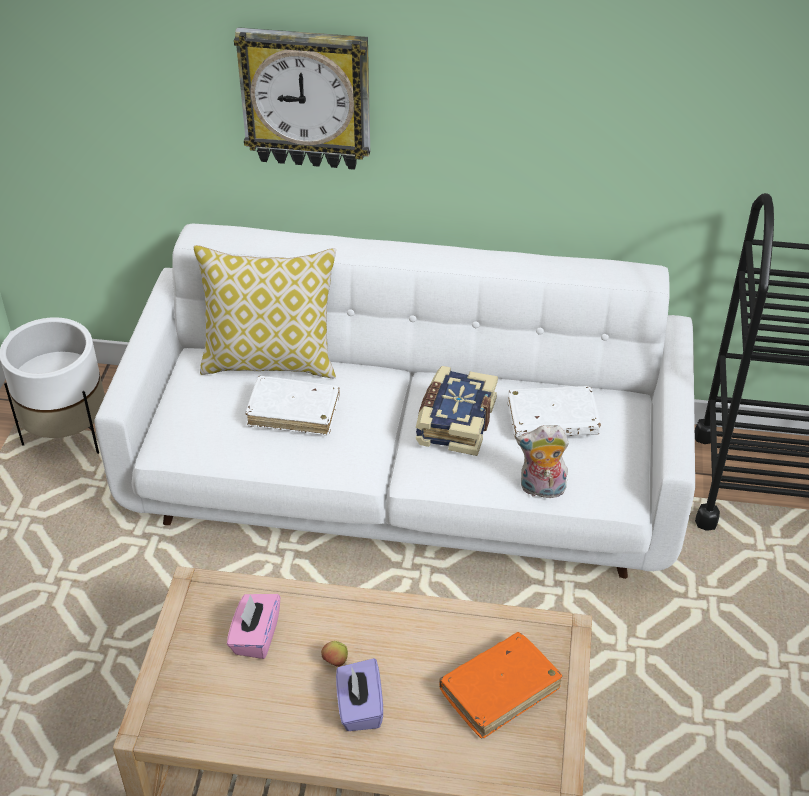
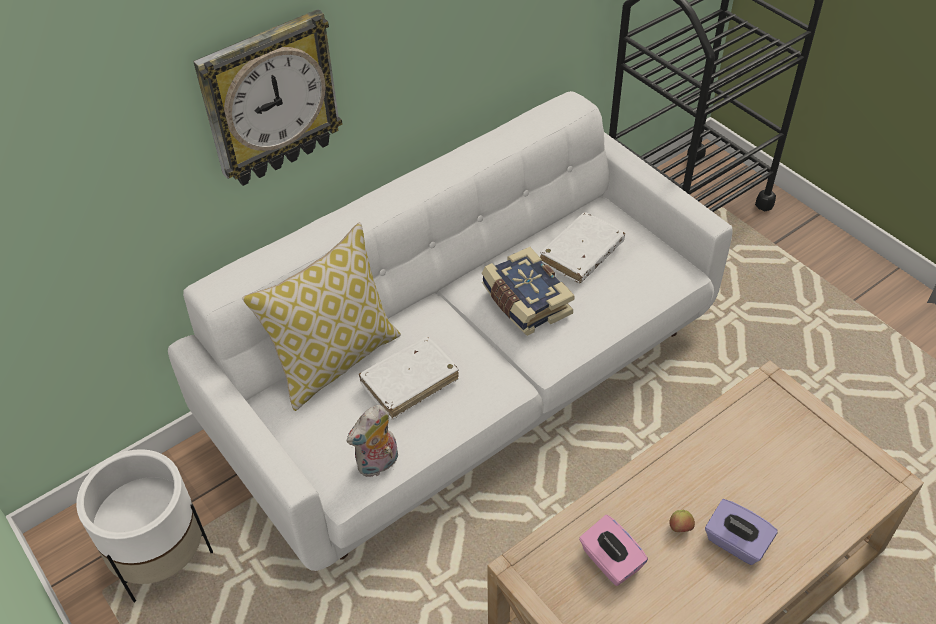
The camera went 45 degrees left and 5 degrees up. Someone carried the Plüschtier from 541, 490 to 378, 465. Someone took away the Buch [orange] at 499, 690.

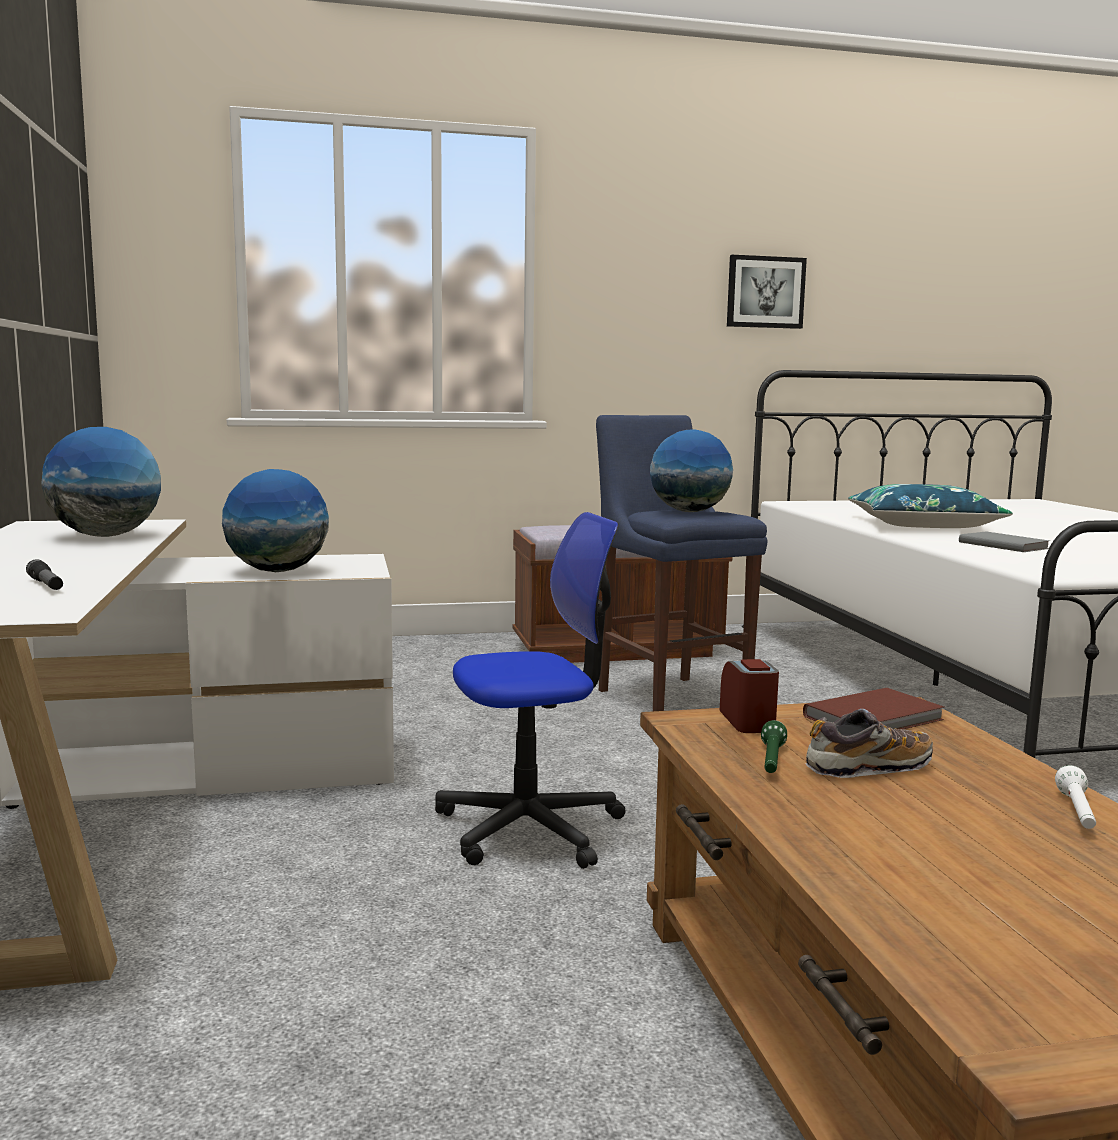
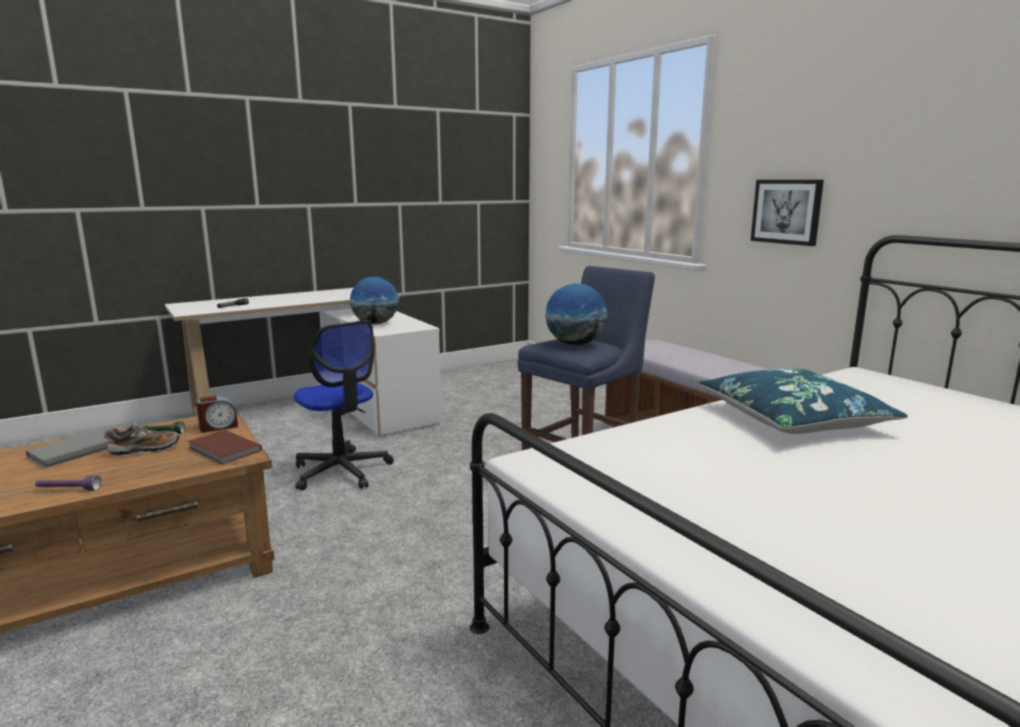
The camera went 70 degrees right and 5 degrees up. Someone carried the Buch [grau] from 1003, 545 to 74, 452. Someone repainted the Taschenlampe [weiß] at 1077, 813, which became the Taschenlampe [lila] at 68, 490. Someone rotated the Schuh at 867, 768 by 75 degrees counterclockwise. Someone carried the Bild from 765, 292 to 786, 211. Someone took away the Globus at 106, 536.

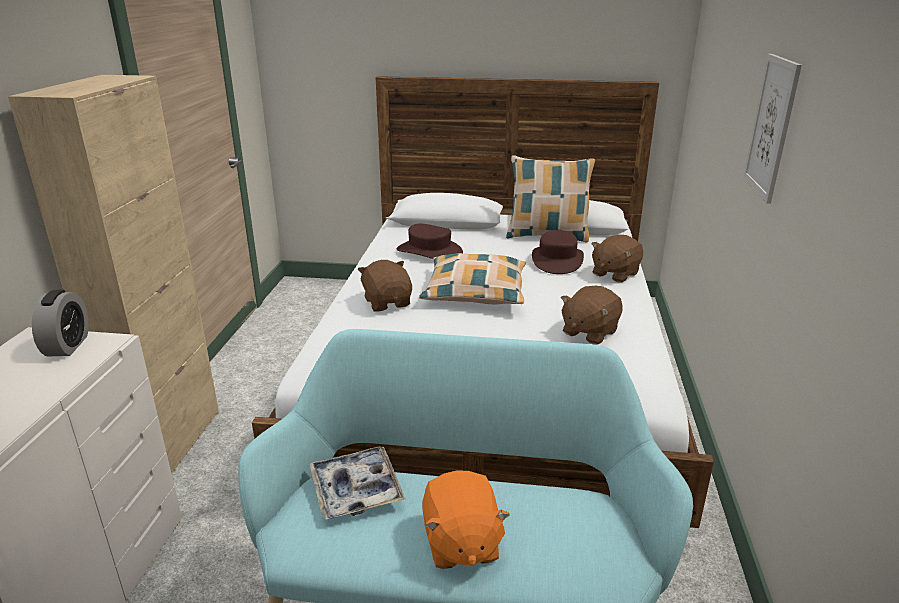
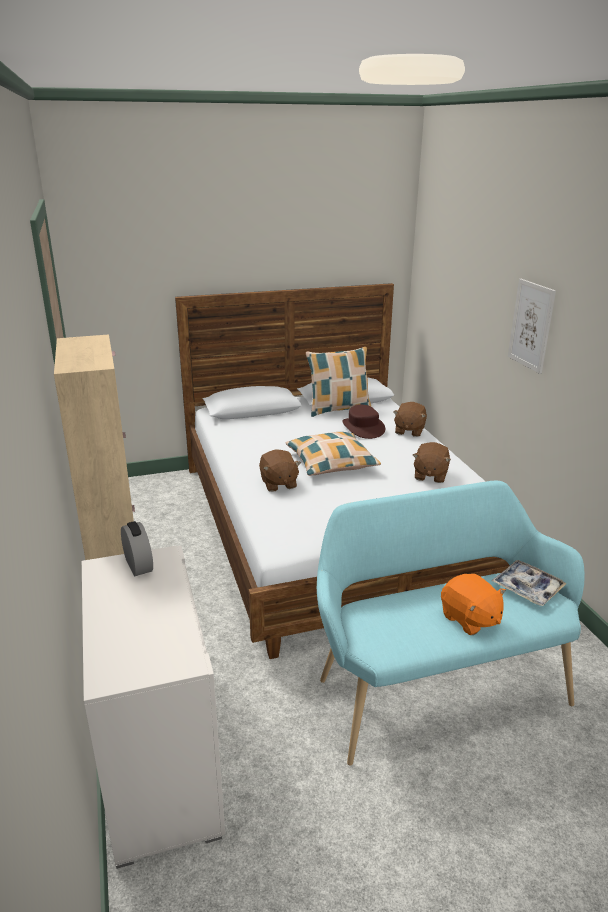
The camera went 25 degrees left and 0 degrees up. Someone rotated the Plüschtier [braun] at 387, 302 by 150 degrees counterclockwise. Someone carried the Tablett from 356, 490 to 527, 588. Someone took away the Hut [braun] at 429, 251.

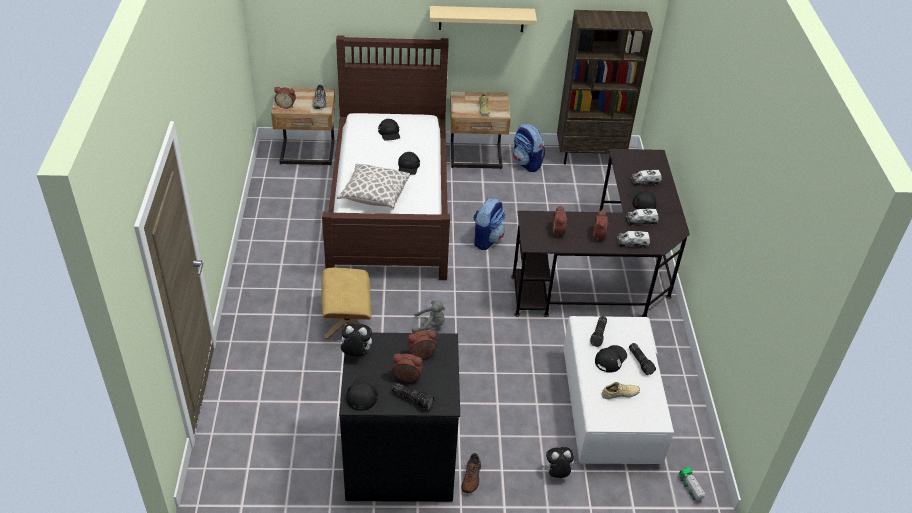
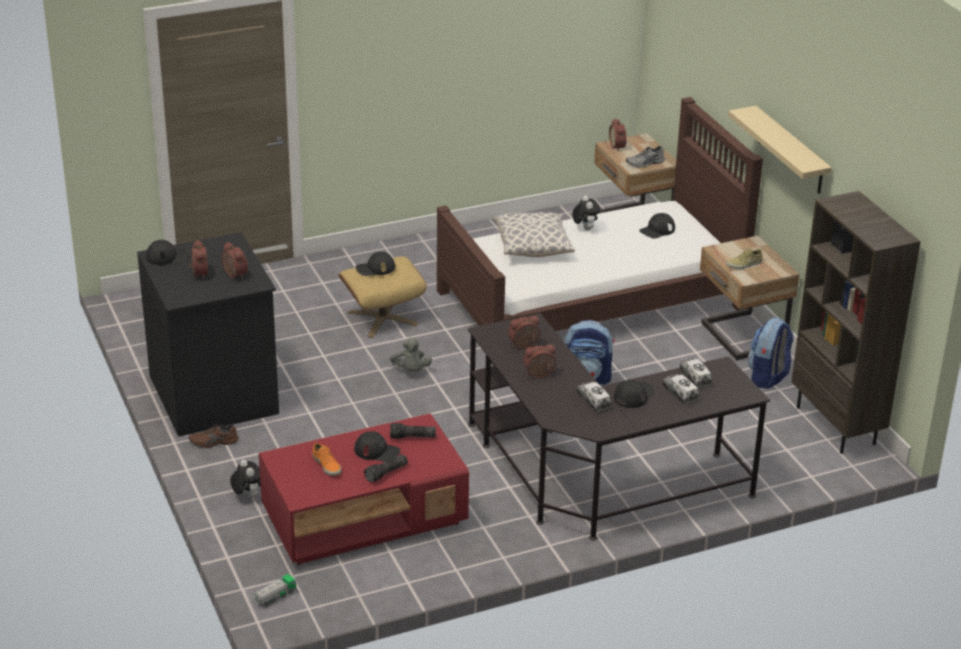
The camera went 70 degrees right and 10 degrees down. Someone repainted the Couchtisch [weiß] at 610, 407, which became the Couchtisch [rot] at 365, 518. Someone repainted the Schuh [beige] at 619, 393, which became the Schuh [orange] at 327, 465. Someone carried the Kappe [schwarz] from 408, 166 to 375, 268. Someone carried the Plüschtier from 355, 353 to 585, 228. Someone carried the Spielzeuglaster from 632, 243 to 695, 377. Someone took away the Taschenlampe at 413, 399.

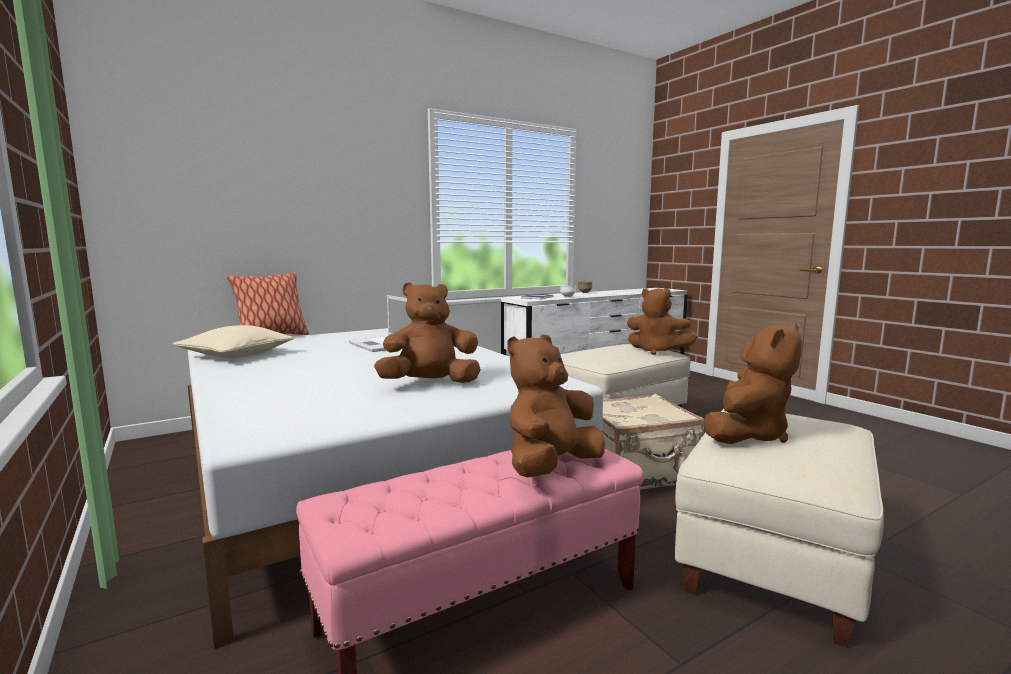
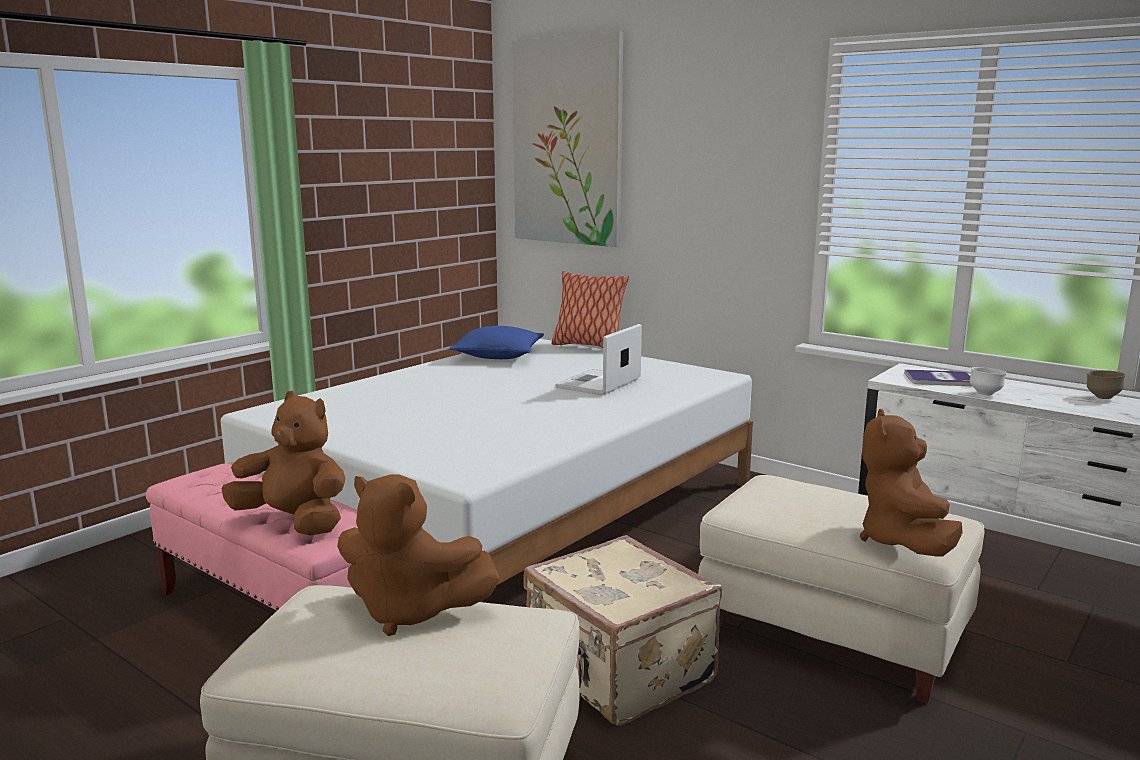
The camera went 70 degrees right and 5 degrees up. Someone repainted the Kissen [beige] at 236, 355, which became the Kissen [blau] at 498, 355. Someone put up the Bild at 567, 142. Someone took away the Plüschtier [braun] at 430, 384.

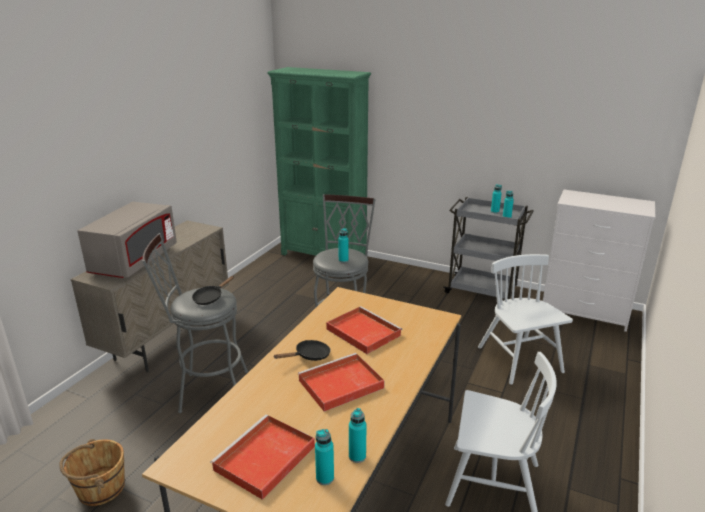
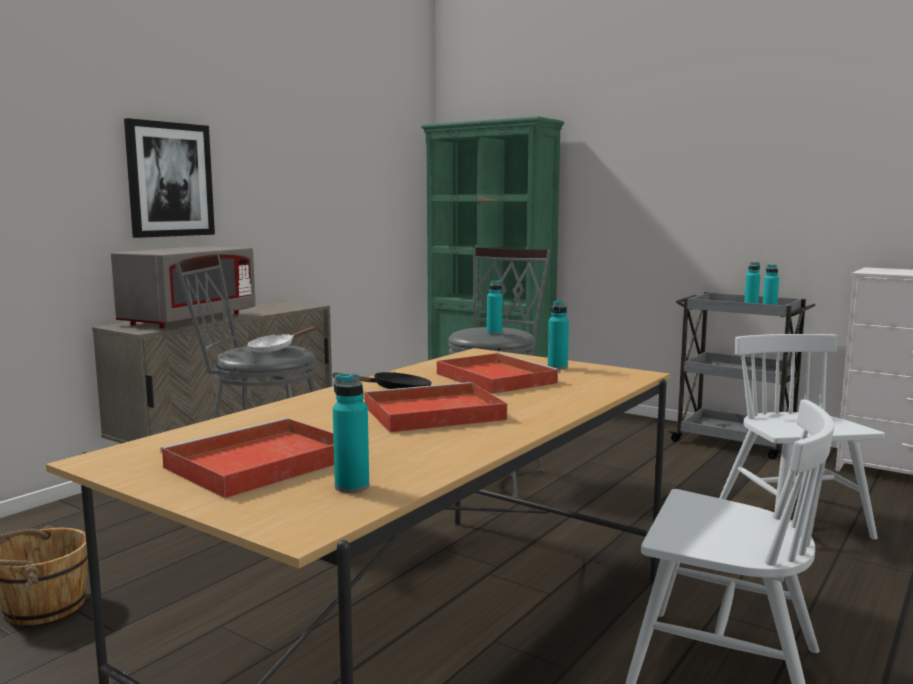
The camera went 10 degrees right and 15 degrees down. Someone put up the Bild at 170, 179. Someone repainted the Pfanne [schwarz] at 210, 298, which became the Pfanne [weiß] at 275, 349. Someone carried the Flasche [türkis] from 357, 456 to 557, 367.

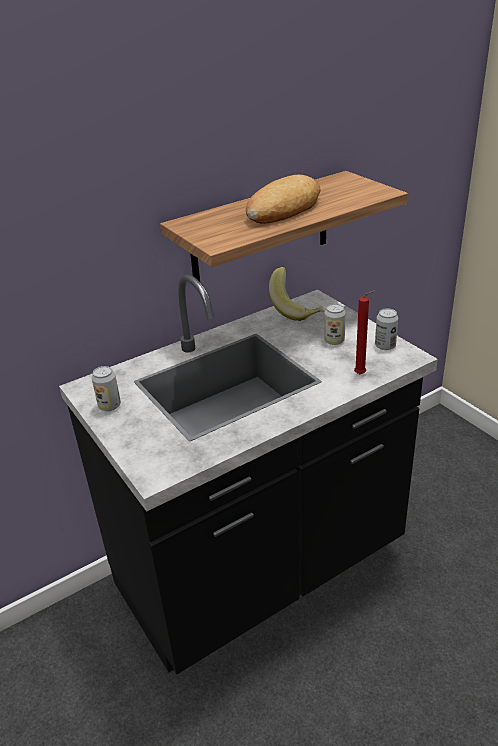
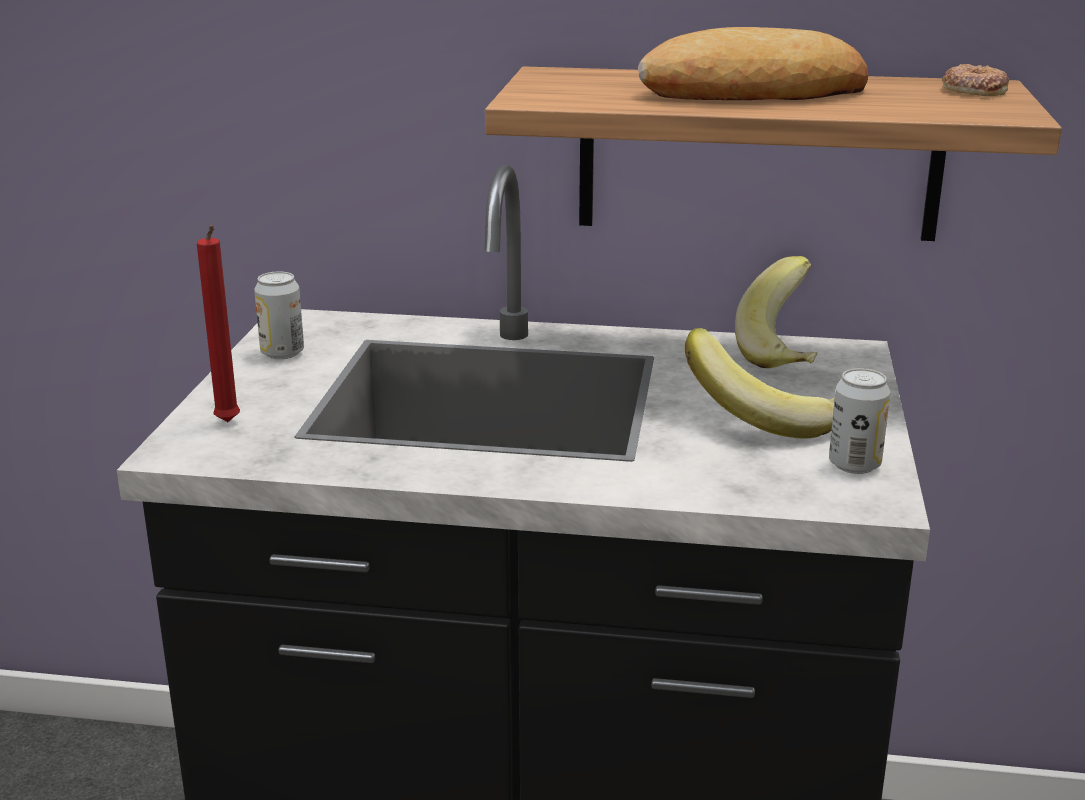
The camera went 40 degrees right and 10 degrees down. Someone carried the Kerze [rot] from 362, 374 to 228, 424. Someone swapped the Dose at 334, 341 for the Banane at 769, 418. Someone put down the Donut at 973, 90.

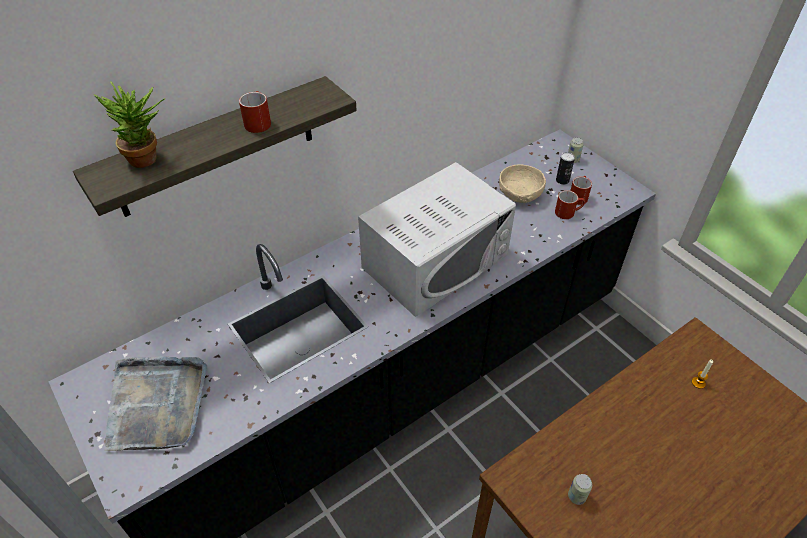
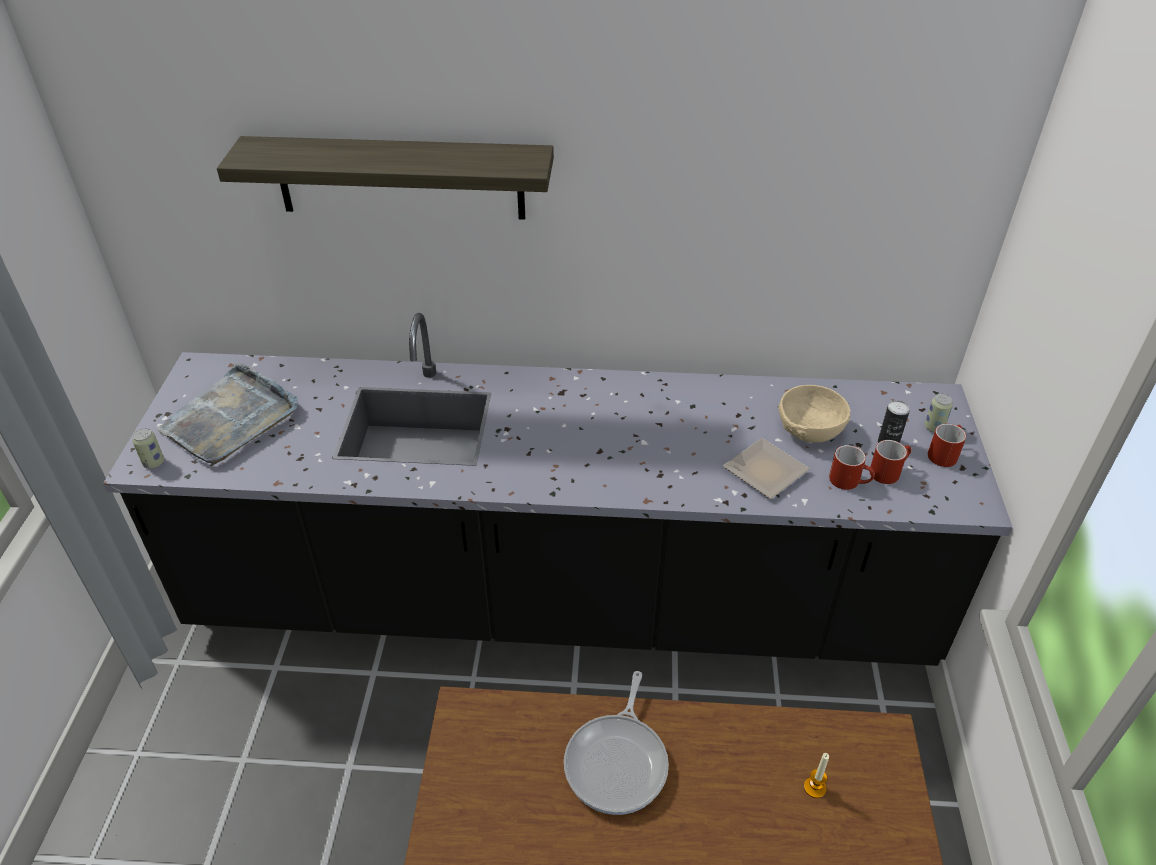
The camera went 40 degrees right and 5 degrees down. Someone carried the Dose from 576, 496 to 154, 463. Someone put down the Pfanne at 618, 762. Someone put down the Teller at 768, 471. Someone carried the Henkelbecher [rot] from 257, 121 to 943, 453. Someone took away the Topfpflanze at 149, 159. Someone took away the Mikrowelle [weiß] at 435, 261.

